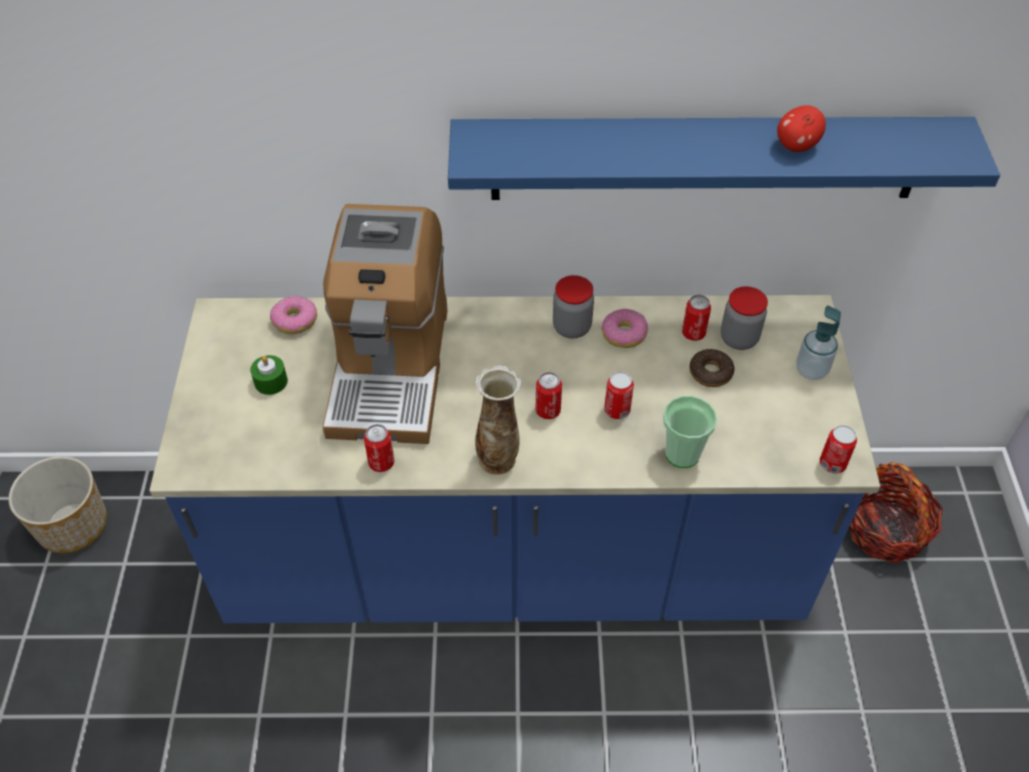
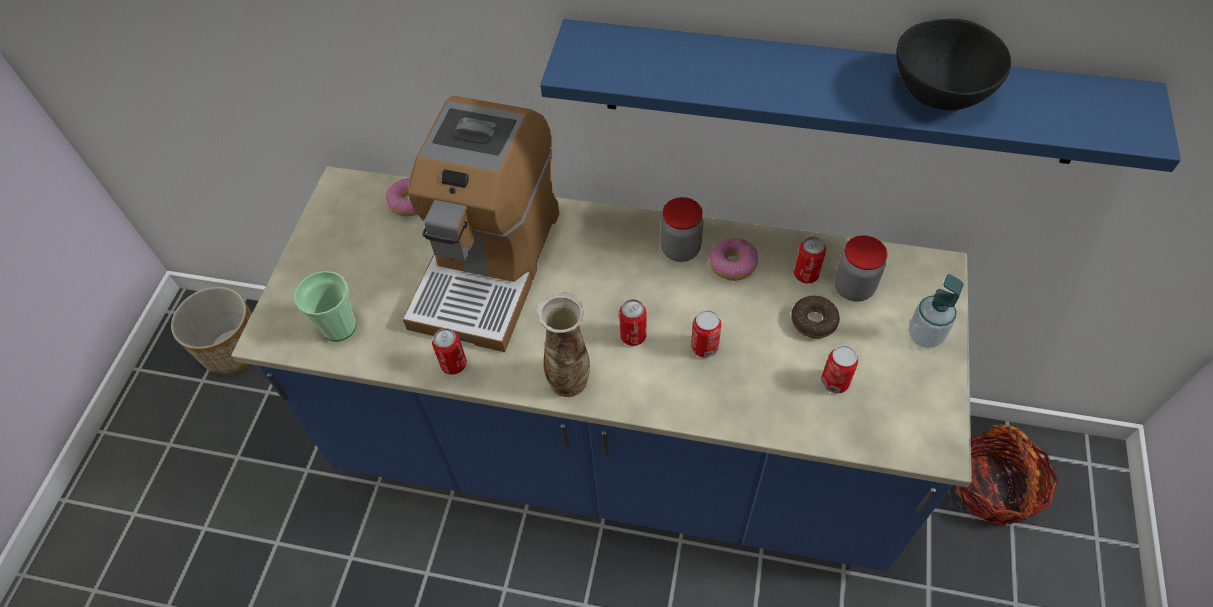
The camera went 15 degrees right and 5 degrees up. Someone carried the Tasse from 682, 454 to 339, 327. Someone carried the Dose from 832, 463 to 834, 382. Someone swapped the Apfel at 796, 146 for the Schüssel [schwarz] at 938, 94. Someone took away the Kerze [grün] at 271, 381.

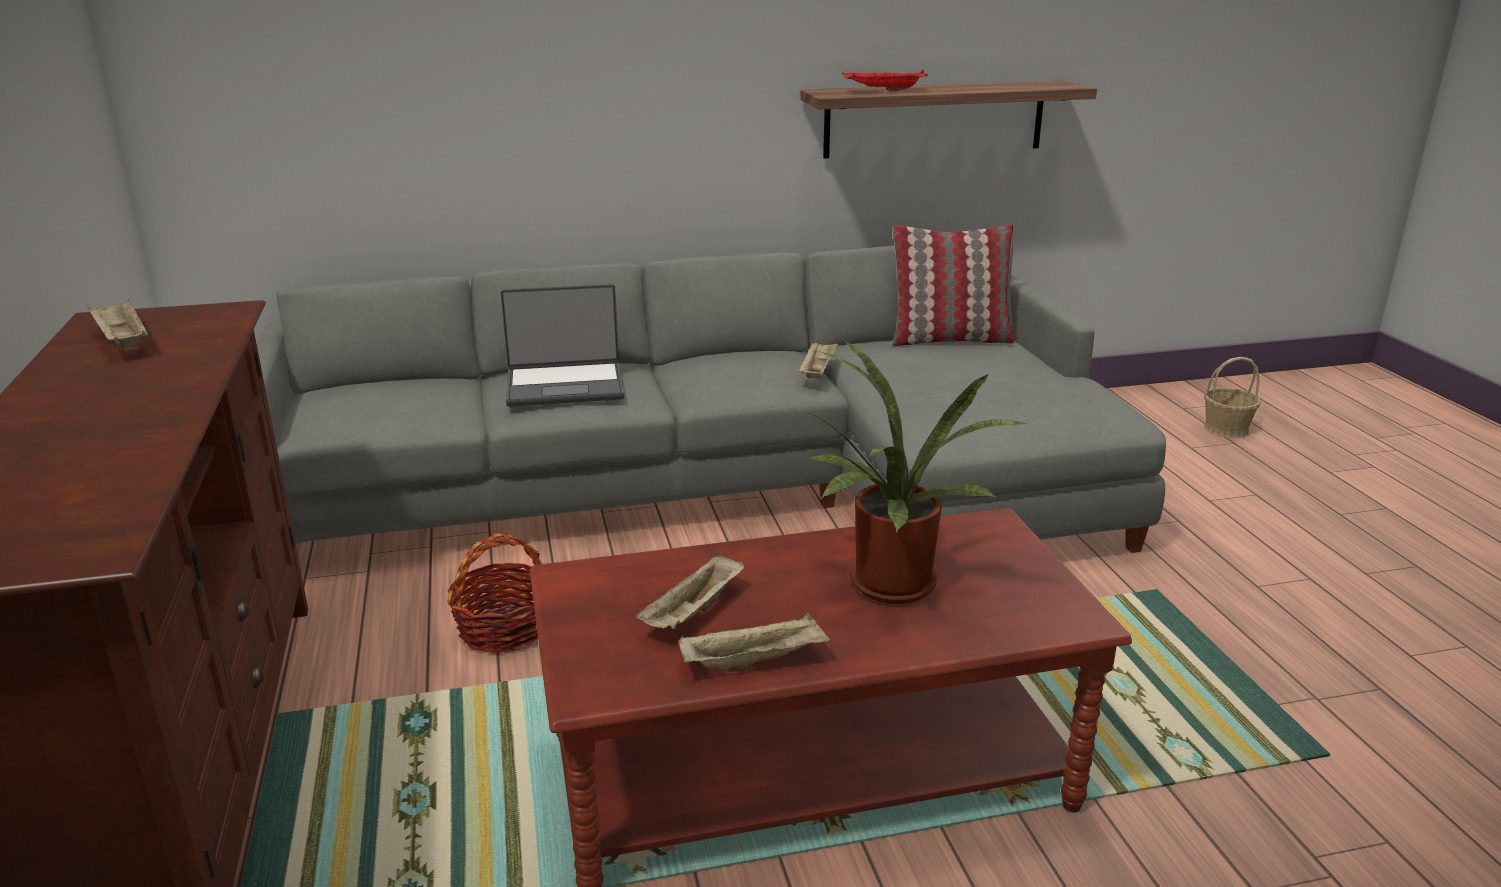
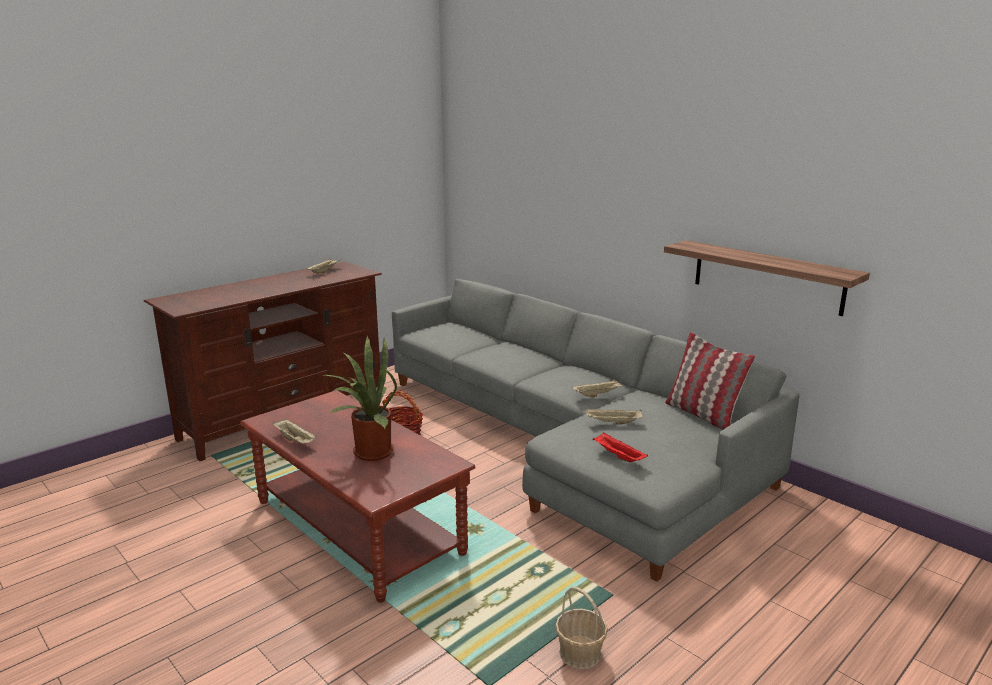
The camera went 60 degrees right and 5 degrees down. Someone carried the Korb from 1226, 429 to 580, 653. Someone carried the Tablett [beige] from 693, 613 to 613, 423. Someone carried the Tablett [rot] from 883, 91 to 617, 456. Someone took away the Laptop at 565, 386.

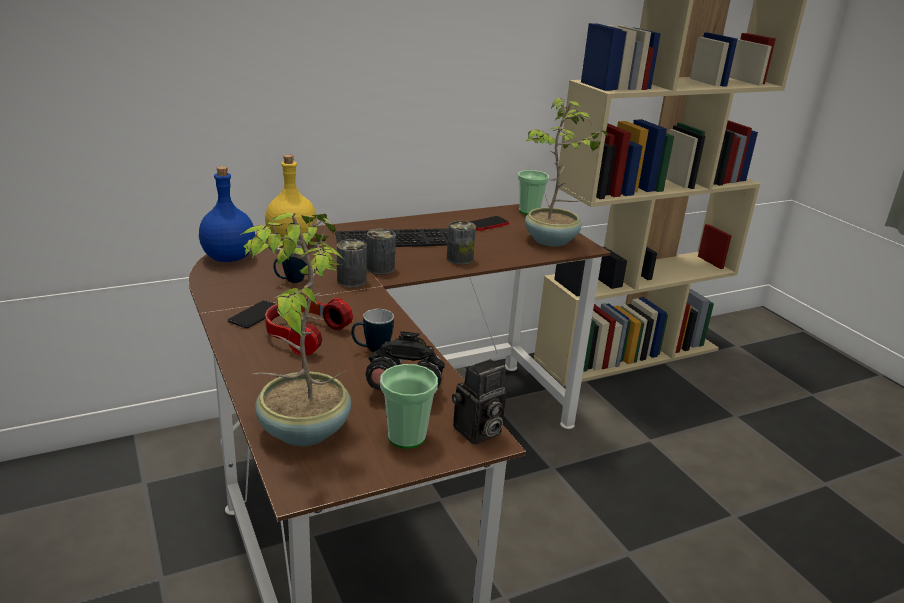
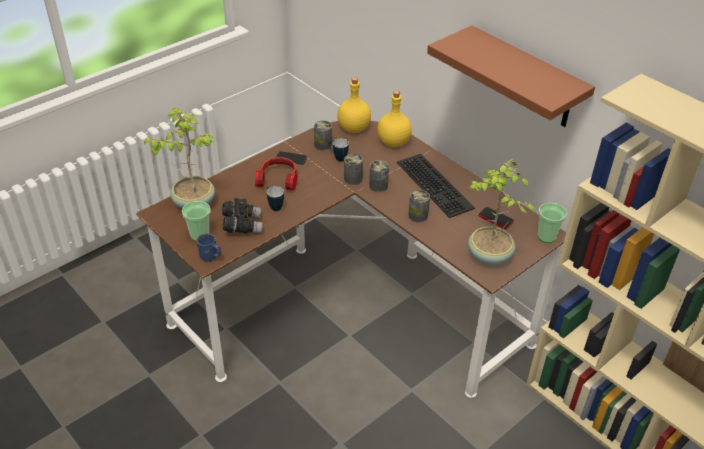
The camera went 75 degrees right and 15 degrees up. Someone swapped the Kamera at 477, 433 for the Henkelbecher [blau] at 211, 257. Someone put down the Dose at 323, 145. Someone repainted the Flasche [blau] at 228, 258, which became the Flasche [gelb] at 353, 128. Someone put up the Wandregal [braun] at 525, 78.

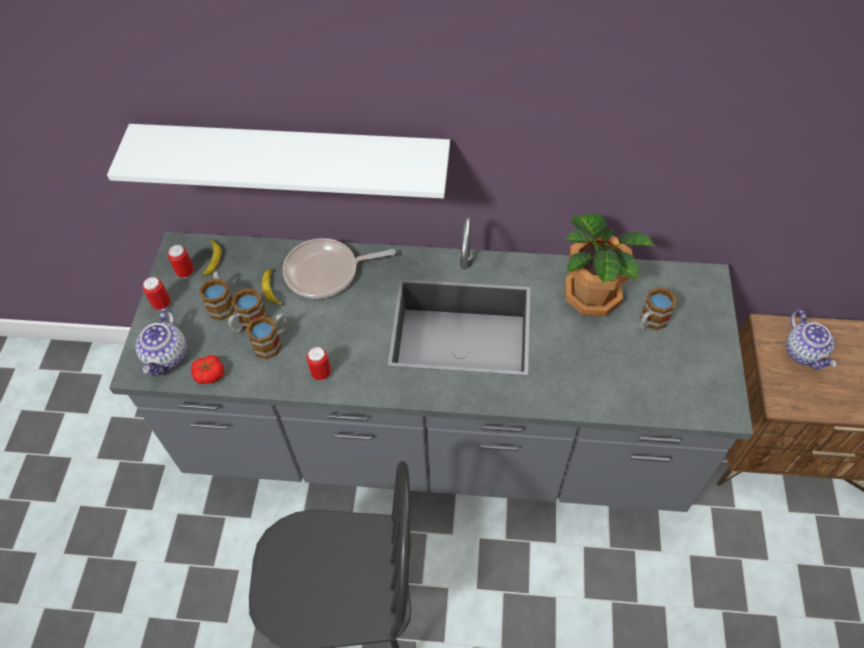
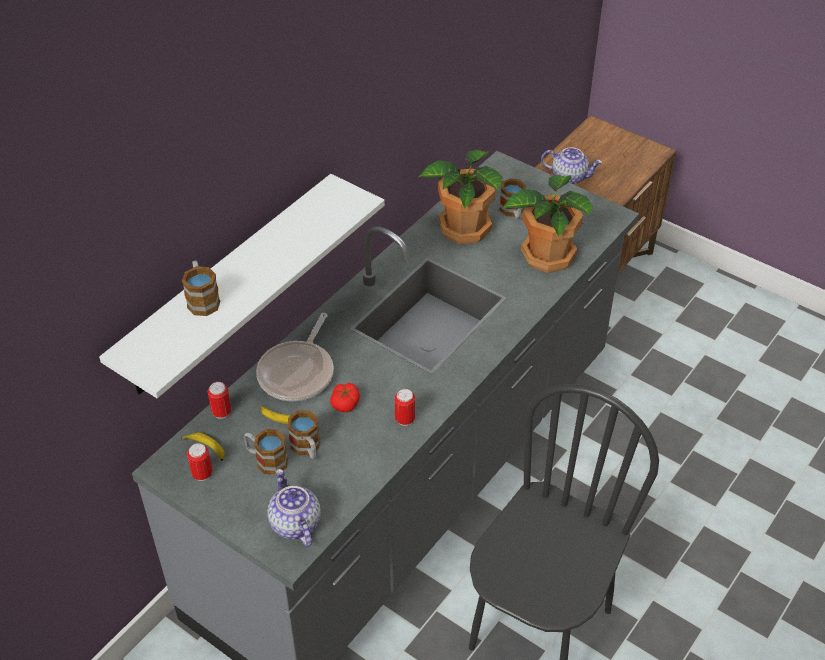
The camera went 60 degrees left and 10 degrees down. Someone carried the Henkelbecher from 272, 342 to 202, 299. Someone carried the Dose from 162, 304 to 221, 412. Someone rotated the Teekanne at 167, 356 by 150 degrees counterclockwise. Someone carried the Tomate from 210, 374 to 345, 403. Someone put down the Topfpflanze at 546, 255.

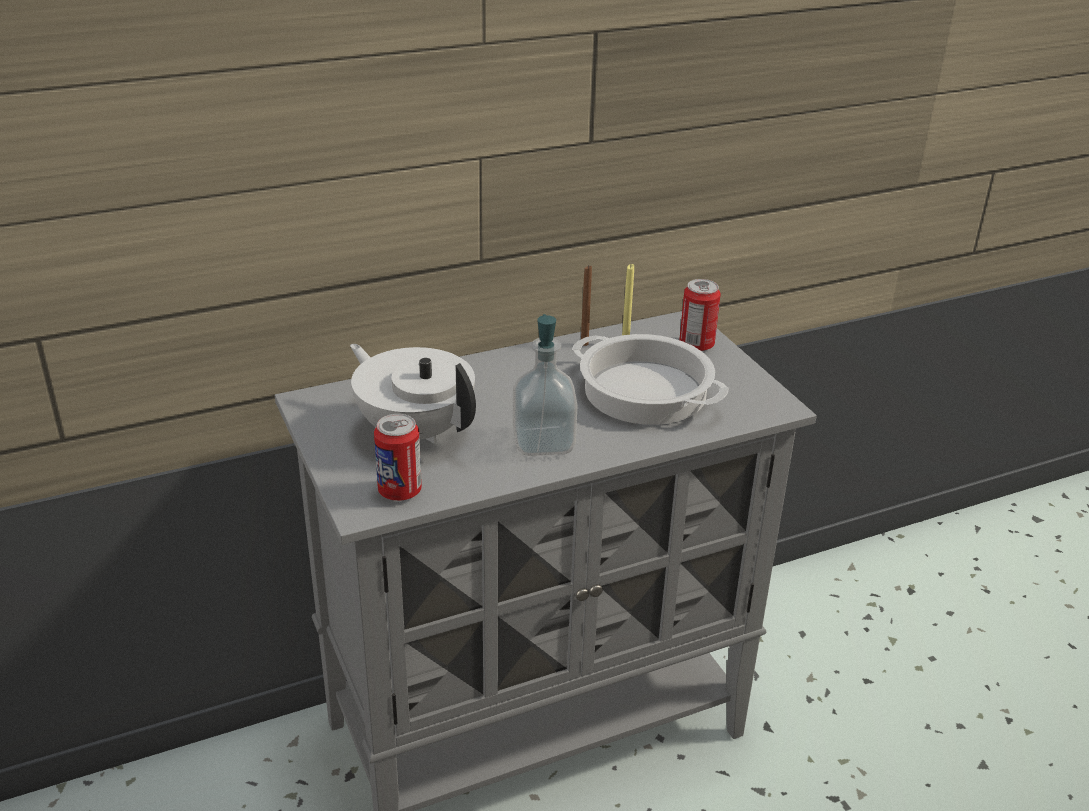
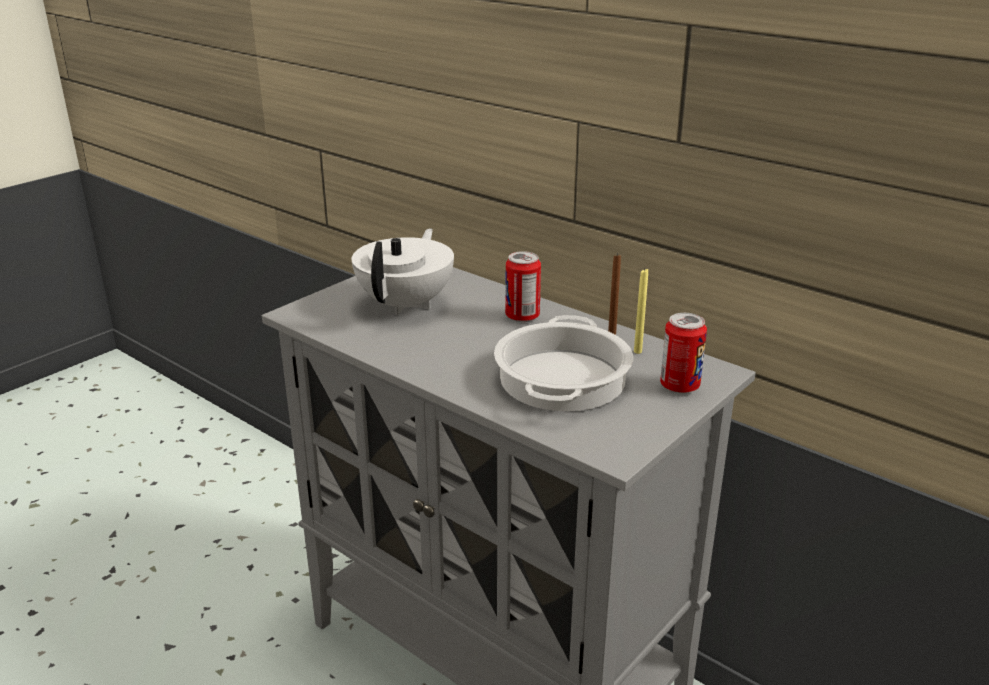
The camera went 65 degrees right and 5 degrees down. Someone carried the Dose from 400, 491 to 522, 317. Someone took away the Seifenspender at 543, 442.

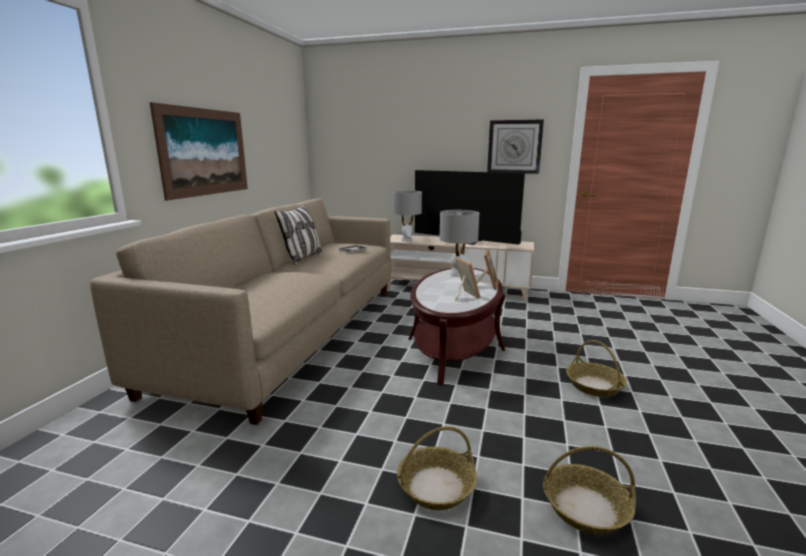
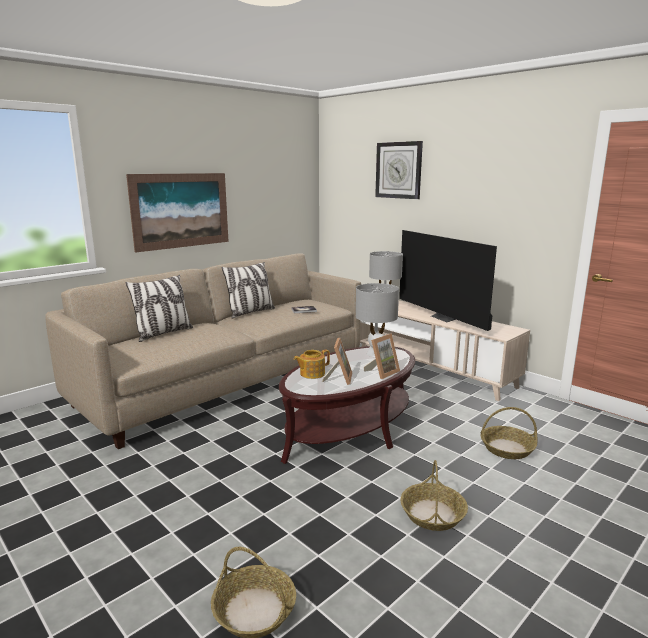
The camera went 30 degrees right and 0 degrees up. Someone put down the Kissen at 163, 333. Someone put down the Teekanne at 311, 373. Someone carried the Wanduhr from 514, 147 to 398, 170. Someone carried the Korb from 436, 487 to 506, 448.

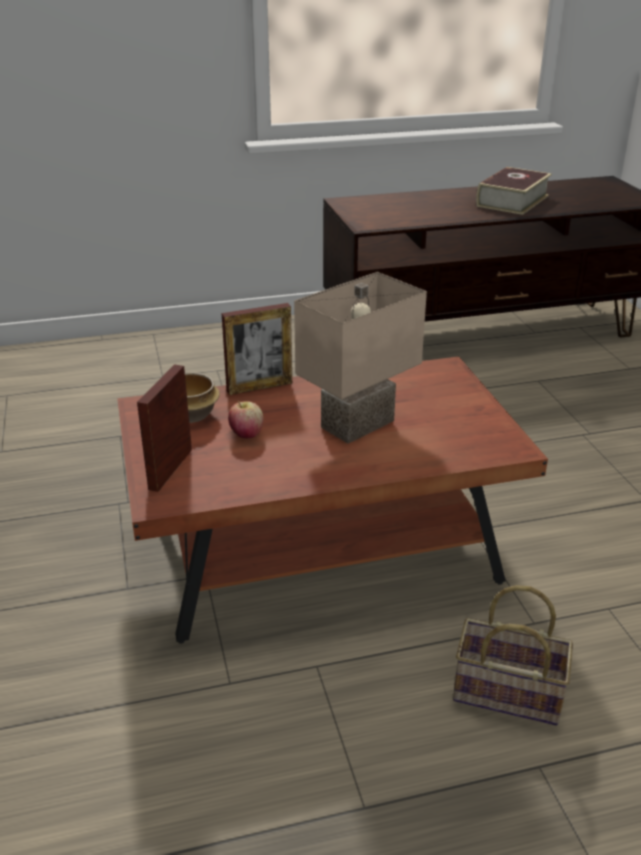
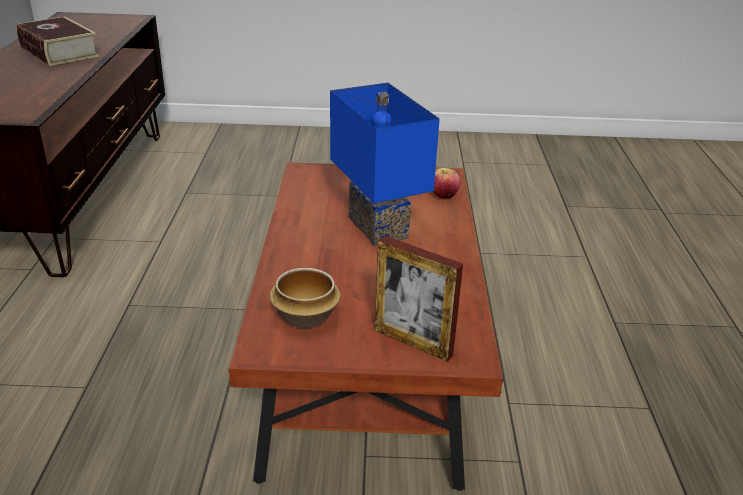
The camera went 75 degrees left and 0 degrees up. Someone repainted the Tischlampe [beige] at 359, 426, which became the Tischlampe [blau] at 381, 228. Someone carried the Apfel from 246, 434 to 443, 196. Someone took away the Bilderrahmen at 259, 387. Someone took away the Korb at 504, 694.

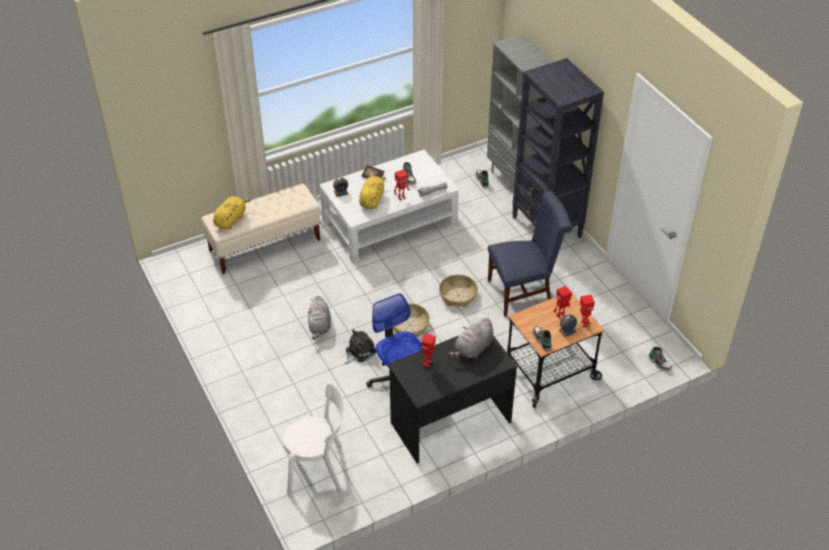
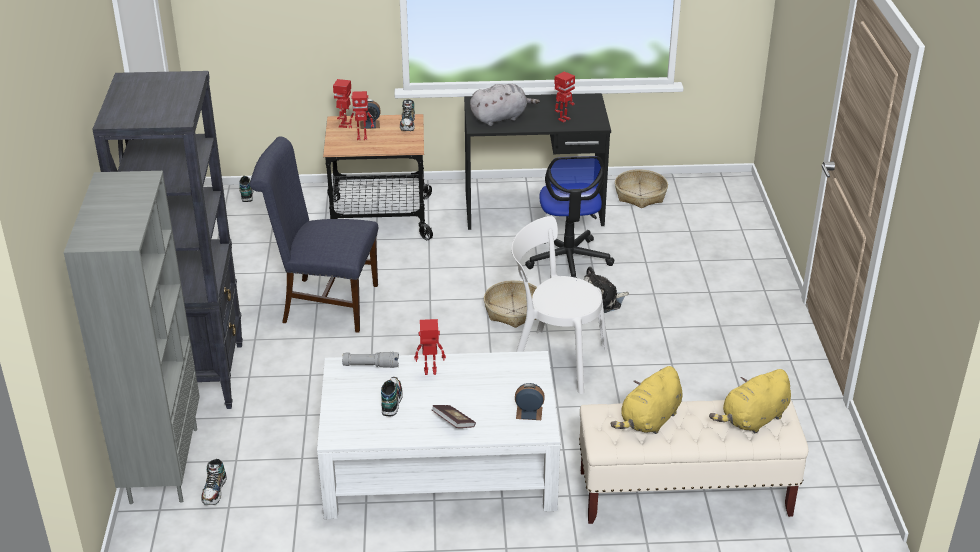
The camera went 155 degrees left and 10 degrees down. Someone carried the Stuhl [weiß] from 319, 470 to 554, 359. Someone carried the Plüschtier [gelb] from 372, 200 to 649, 420. Someone carried the Korb from 458, 295 to 640, 195. Someone took away the Plüschtier [grau] at 319, 326.

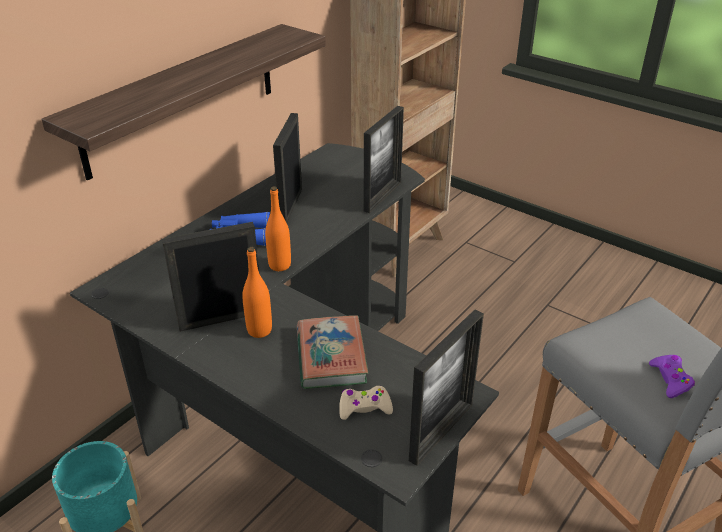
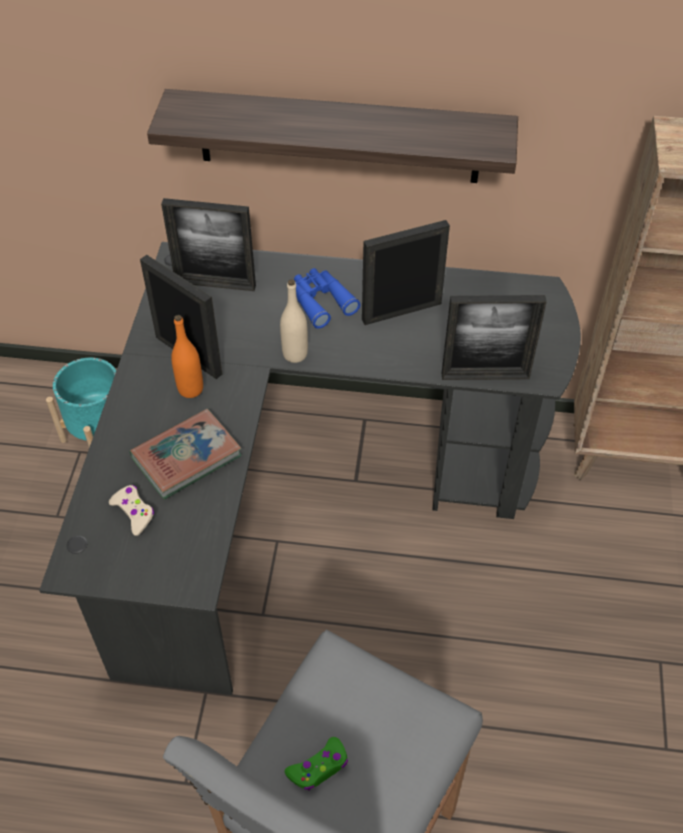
The camera went 60 degrees right and 15 degrees up. Someone carried the Bilderrahmen from 441, 432 to 215, 284. Someone repainted the Flasche [orange] at 279, 265, which became the Flasche [beige] at 295, 354. Someone repainted the Gamepad [lila] at 670, 380, which became the Gamepad [grün] at 319, 768.

